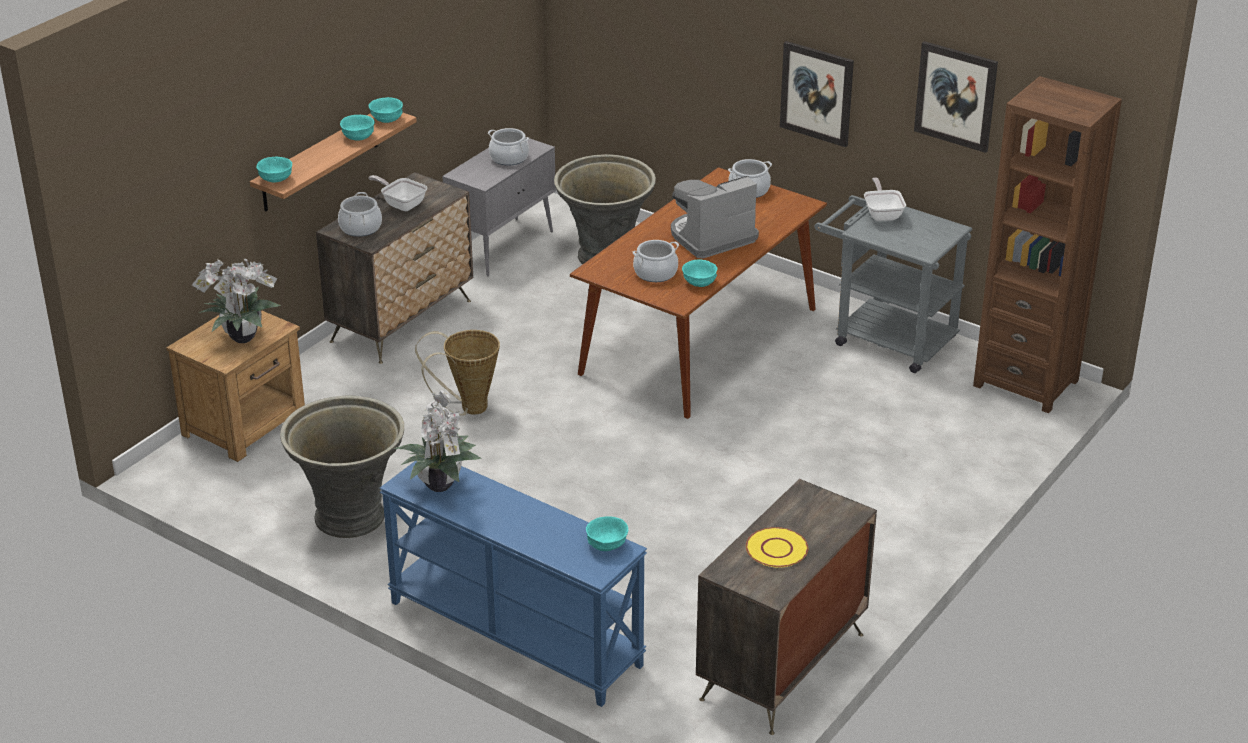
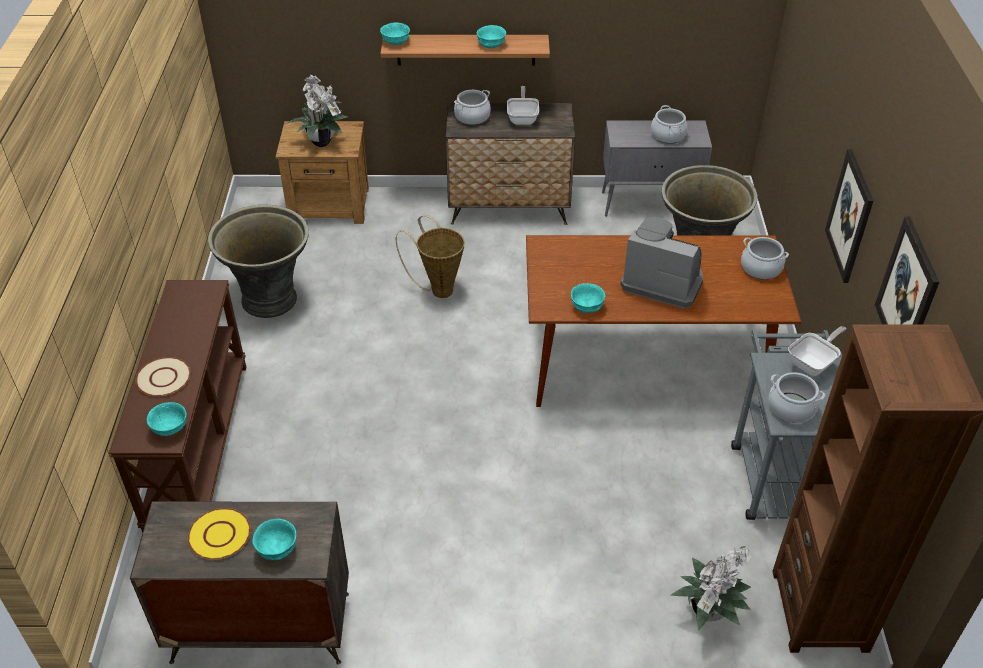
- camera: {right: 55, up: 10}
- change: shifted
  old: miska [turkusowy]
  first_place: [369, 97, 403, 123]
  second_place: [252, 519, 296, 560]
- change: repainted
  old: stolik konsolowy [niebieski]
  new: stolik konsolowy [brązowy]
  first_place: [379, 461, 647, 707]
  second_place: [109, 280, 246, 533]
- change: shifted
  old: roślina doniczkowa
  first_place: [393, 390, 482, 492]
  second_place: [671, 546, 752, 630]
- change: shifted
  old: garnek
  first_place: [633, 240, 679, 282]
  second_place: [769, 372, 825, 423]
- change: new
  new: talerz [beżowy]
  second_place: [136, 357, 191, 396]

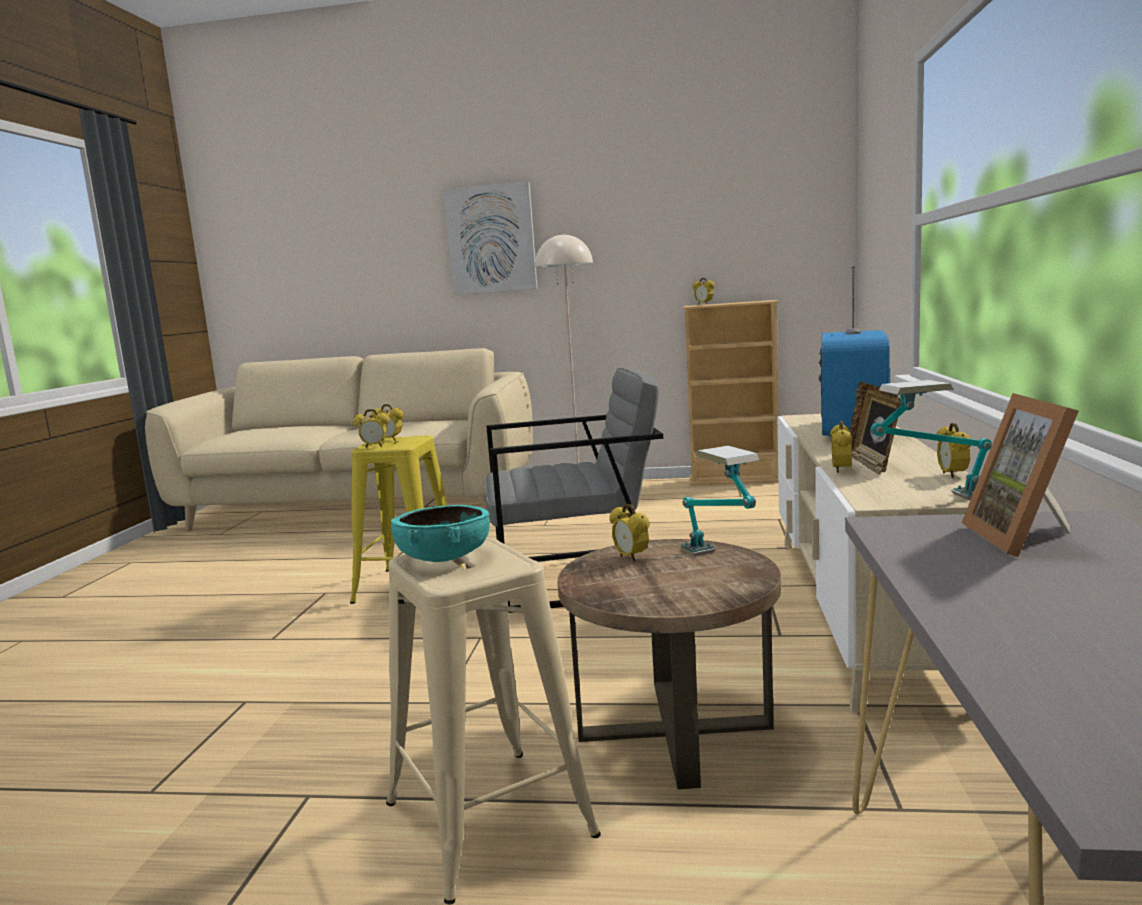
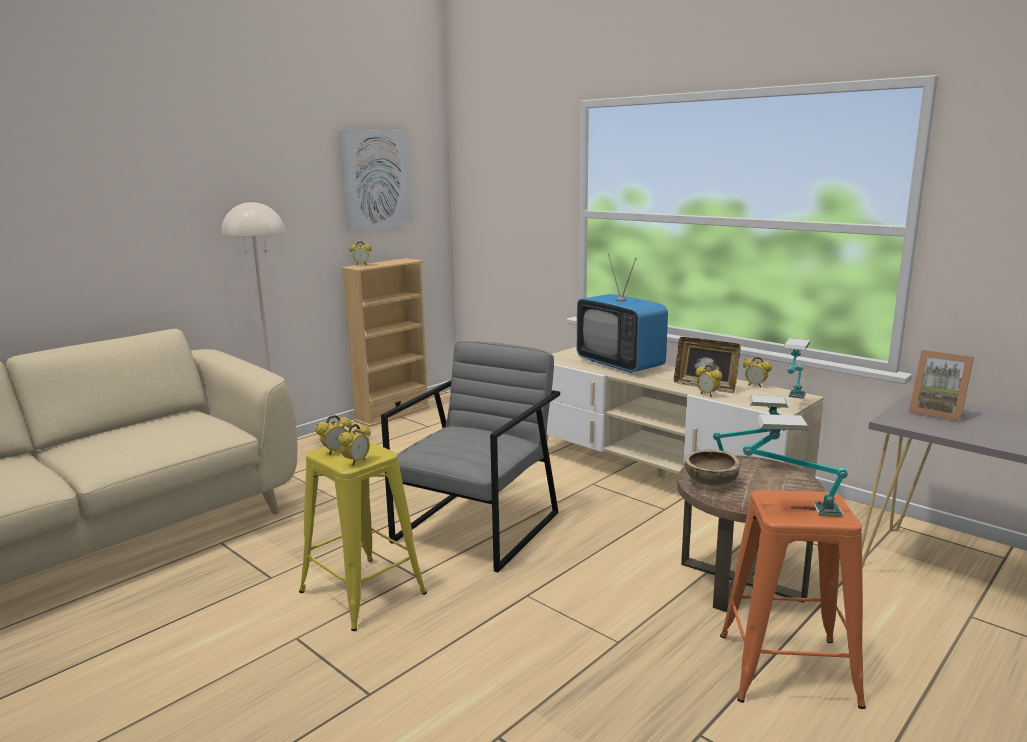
- camera: {right: -55, up: 5}
- change: repainted
  old: stołek [beżowy]
  new: stołek [pomarańczowy]
  first_place: [386, 537, 601, 905]
  second_place: [720, 490, 866, 709]
- change: swapped
  old: miska [turkusowy]
  new: lampa stołowa
  first_place: [391, 505, 490, 562]
  second_place: [743, 414, 848, 517]
- change: shifted
  old: obraz
  first_place: [443, 182, 538, 295]
  second_place: [339, 130, 413, 231]
- change: swapped
  old: budzik
  new: miska [brązowy]
  first_place: [609, 504, 650, 562]
  second_place: [683, 450, 739, 486]

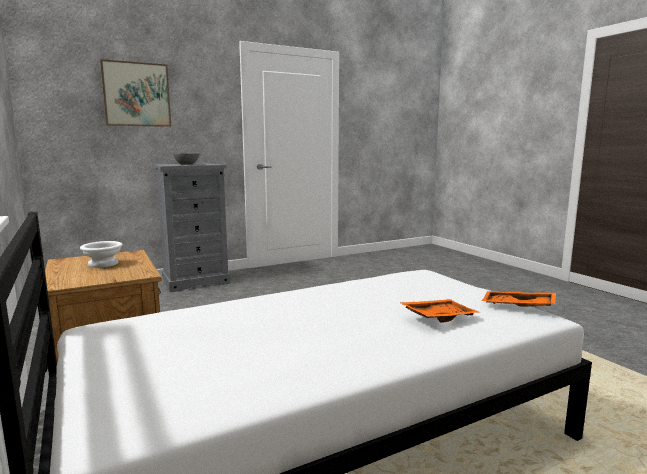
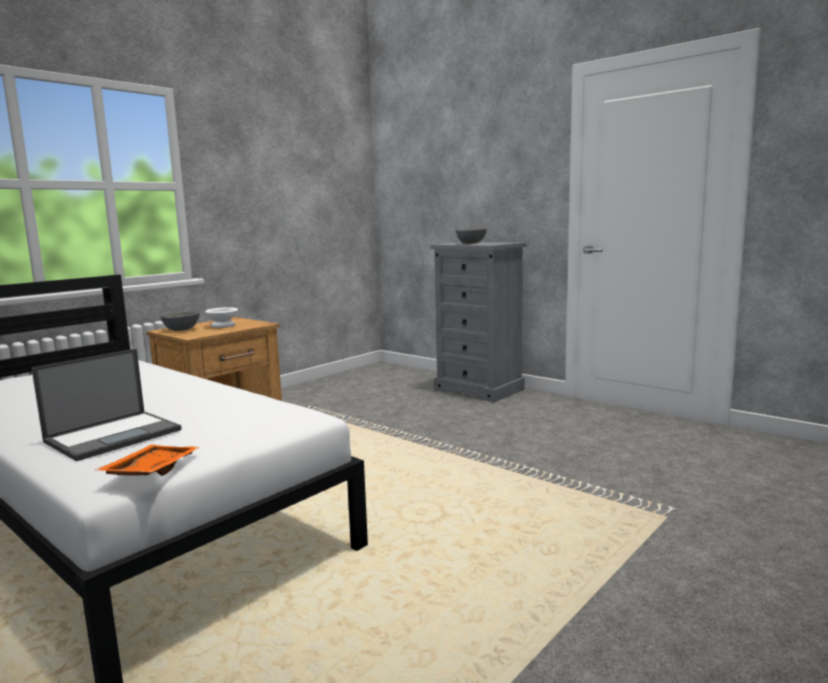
- camera: {right: 70, up: 0}
- change: gone
  old: obraz
  first_place: [100, 59, 171, 127]
- change: swapped
  old: taca [pomarańczowy]
  new: laptop
  first_place: [399, 299, 480, 323]
  second_place: [32, 349, 182, 461]
- change: new
  new: miska [szary]
  second_place: [160, 311, 199, 331]

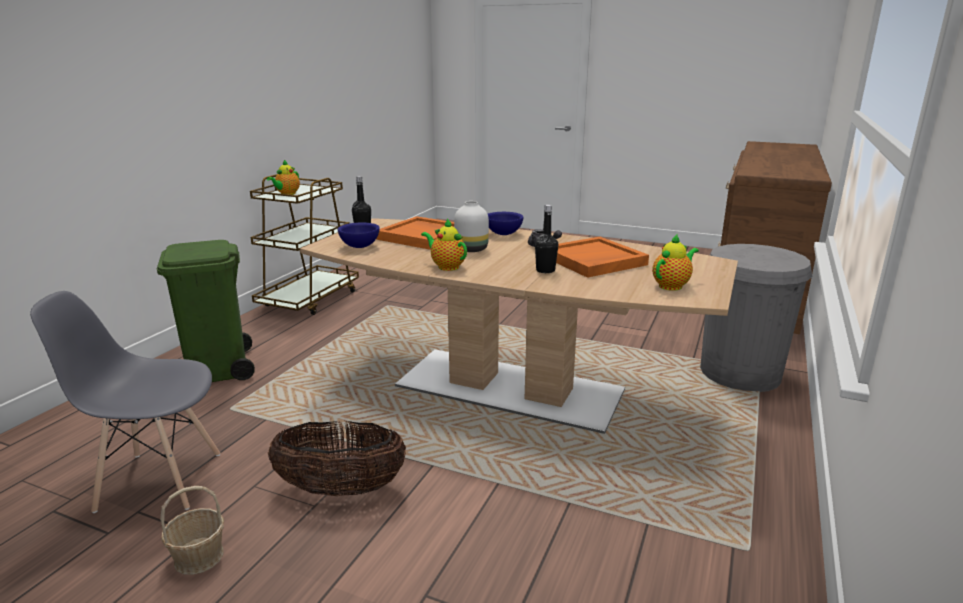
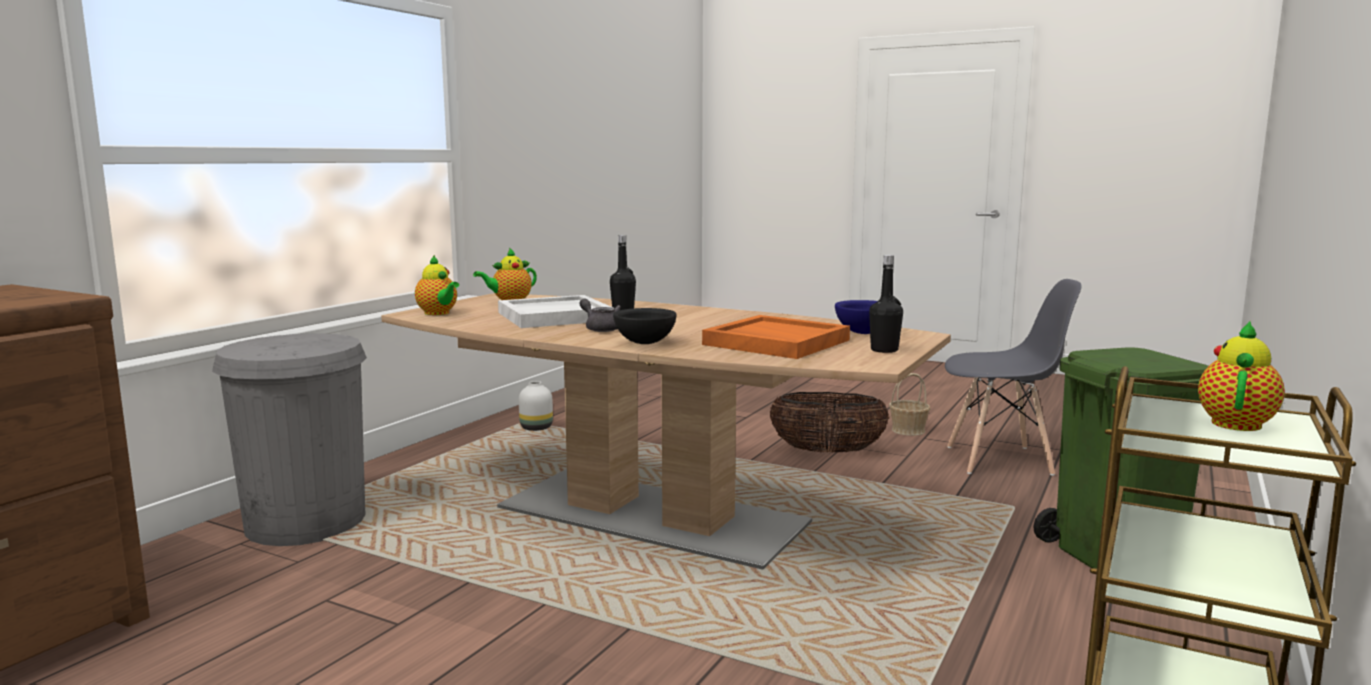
- camera: {right: -175, up: -10}
- change: shifted
  old: imbryk
  first_place: [421, 219, 467, 271]
  second_place: [415, 255, 459, 315]
- change: shifted
  old: wazon [biały]
  first_place: [454, 201, 489, 252]
  second_place: [519, 381, 553, 431]
- change: repainted
  old: miska [niebieski]
  new: miska [czarny]
  first_place: [488, 212, 523, 235]
  second_place: [613, 308, 676, 344]
- change: repainted
  old: taca [pomarańczowy]
  new: taca [biały]
  first_place: [556, 237, 649, 278]
  second_place: [498, 295, 613, 328]

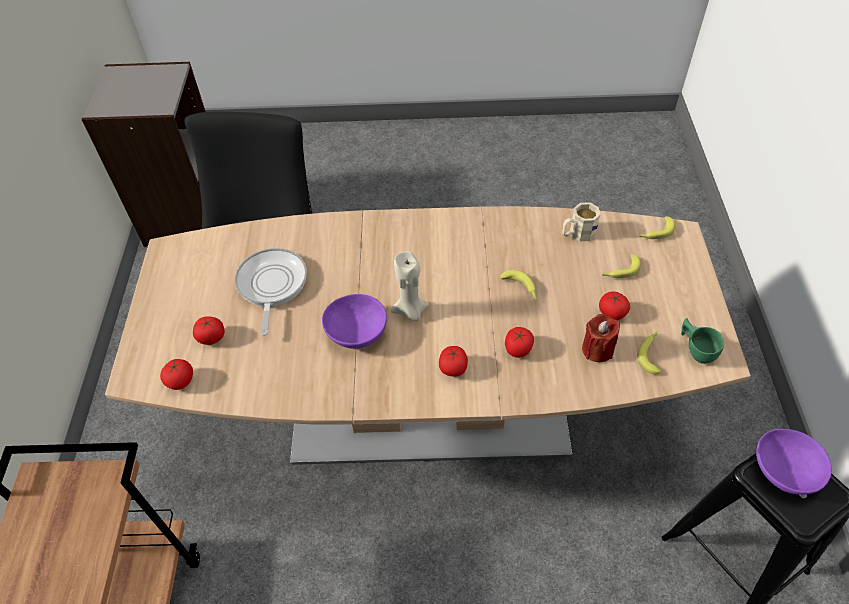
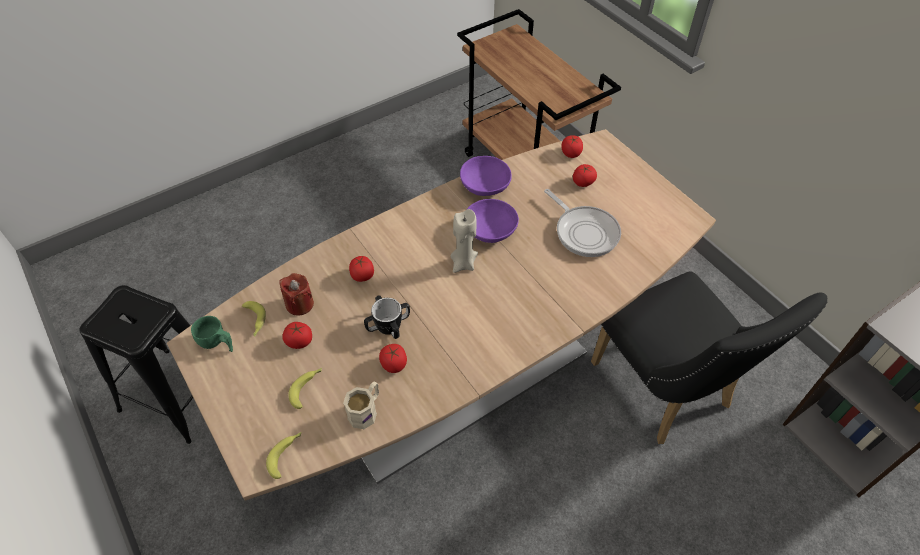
- camera: {right: 145, up: 0}
- change: shifted
  old: pomidor
  first_place: [439, 346, 468, 377]
  second_place: [379, 344, 407, 373]
- change: swapped
  old: banan
  new: kubek
  first_place: [500, 270, 537, 300]
  second_place: [364, 295, 410, 339]
- change: shifted
  old: miska [fioletowy]
  first_place: [756, 429, 832, 495]
  second_place: [460, 156, 512, 196]

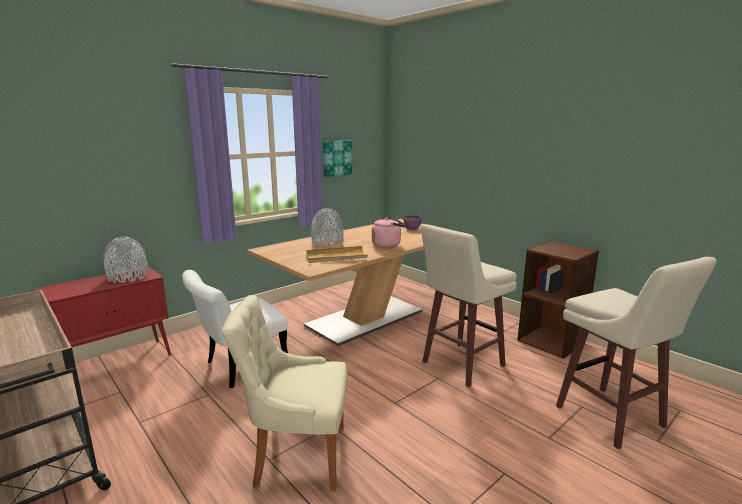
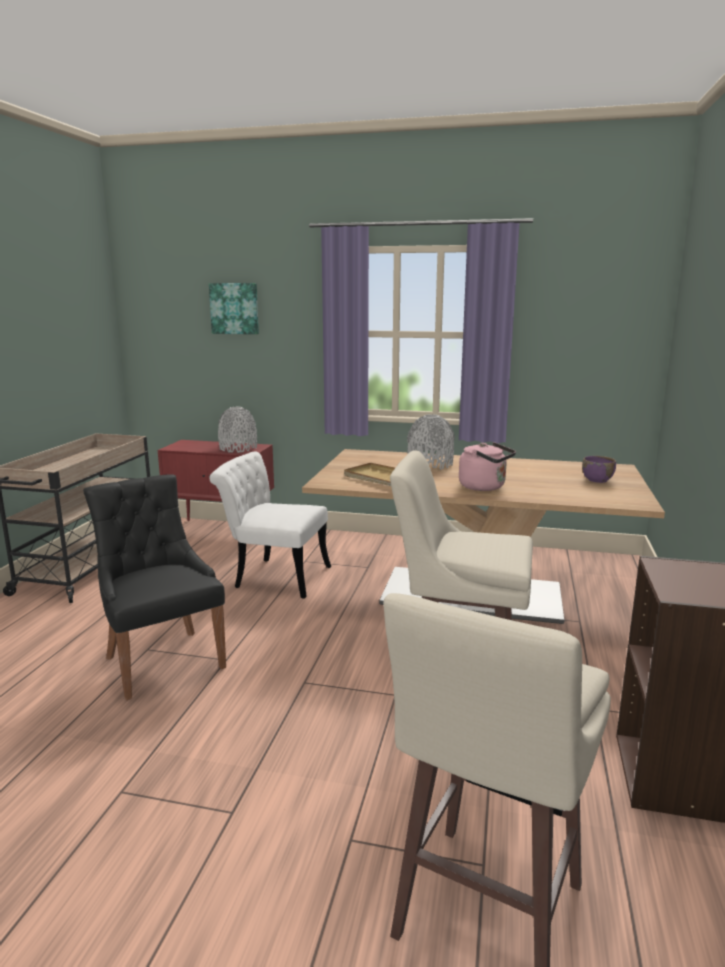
- camera: {right: 55, up: 0}
- change: repainted
  old: krzesło [beżowy]
  new: krzesło [czarny]
  first_place: [222, 295, 347, 491]
  second_place: [83, 474, 226, 700]
- change: shifted
  old: obraz
  first_place: [323, 141, 352, 177]
  second_place: [209, 283, 259, 334]

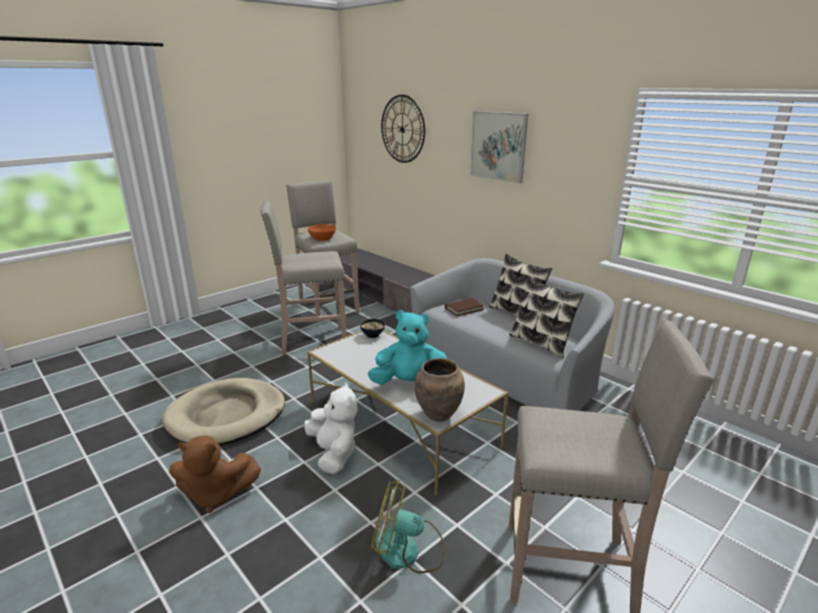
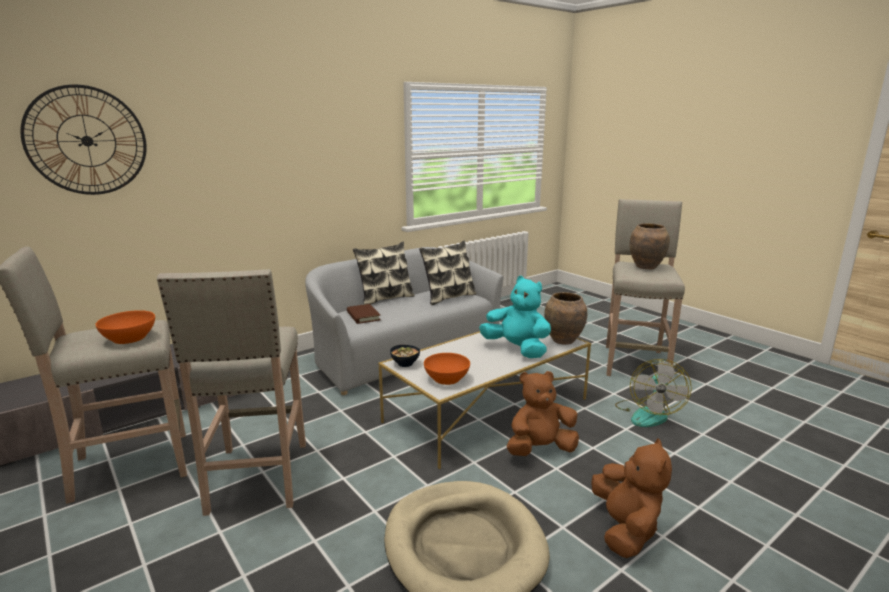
- camera: {right: -85, up: -5}
- change: repainted
  old: pluszak [biały]
  new: pluszak [brązowy]
  first_place: [304, 382, 357, 474]
  second_place: [507, 371, 579, 456]
- change: rotated
  old: pluszak [turkusowy]
  first_place: [368, 310, 447, 385]
  second_place: [479, 276, 551, 358]
  degrees: 120
- change: gone
  old: obraz
  first_place: [470, 111, 528, 184]
- change: new
  new: miska [pomarańczowy]
  second_place: [424, 353, 470, 385]
- change: new
  new: wazon [brązowy]
  second_place: [630, 223, 670, 269]

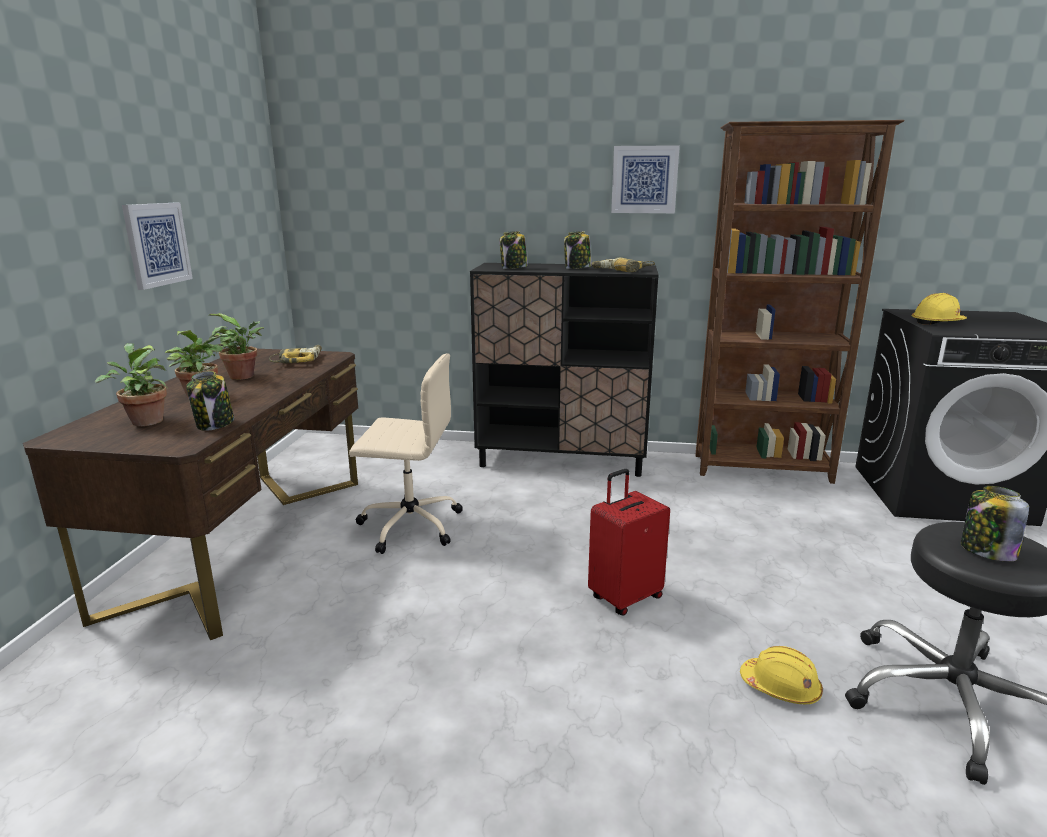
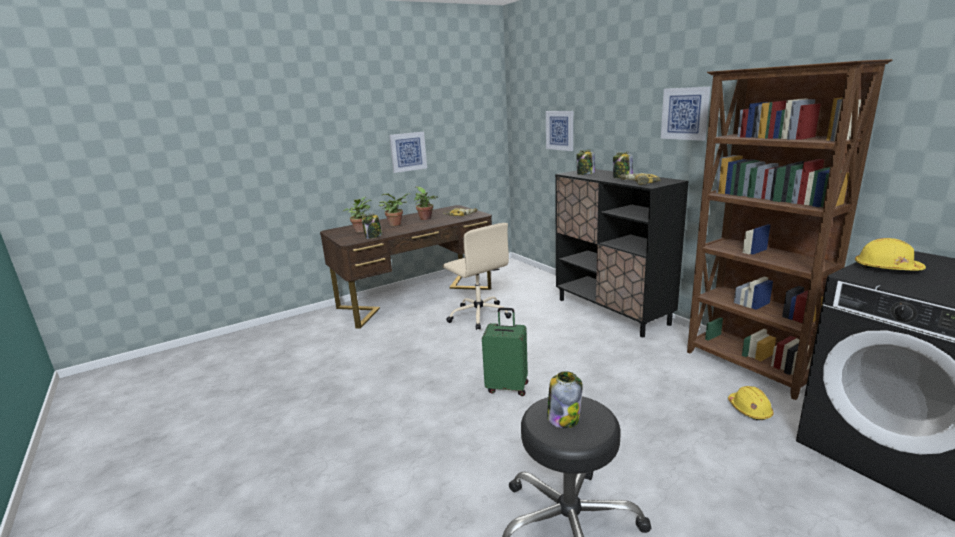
- camera: {right: 50, up: 0}
- change: repainted
  old: walizka [czerwony]
  new: walizka [zielony]
  first_place: [588, 469, 670, 616]
  second_place: [482, 307, 528, 396]
- change: shifted
  old: kask [żółty]
  first_place: [740, 646, 823, 704]
  second_place: [728, 386, 773, 420]
- change: new
  new: obraz
  second_place: [546, 111, 573, 151]

